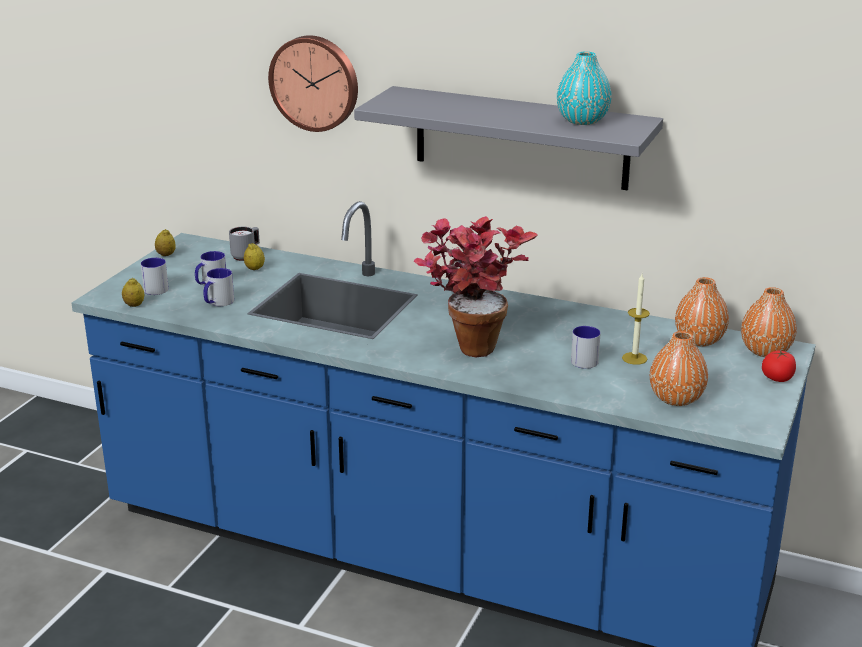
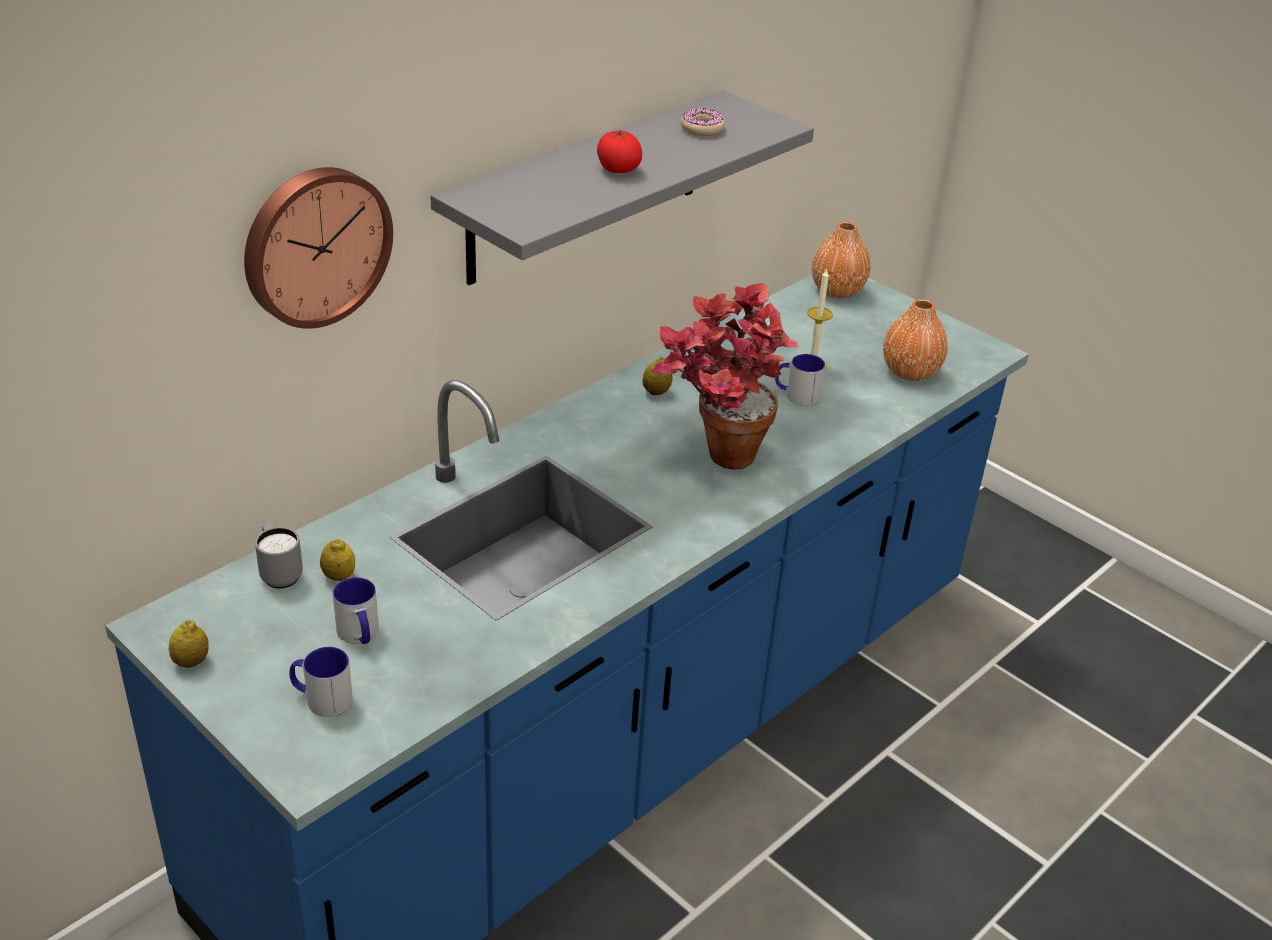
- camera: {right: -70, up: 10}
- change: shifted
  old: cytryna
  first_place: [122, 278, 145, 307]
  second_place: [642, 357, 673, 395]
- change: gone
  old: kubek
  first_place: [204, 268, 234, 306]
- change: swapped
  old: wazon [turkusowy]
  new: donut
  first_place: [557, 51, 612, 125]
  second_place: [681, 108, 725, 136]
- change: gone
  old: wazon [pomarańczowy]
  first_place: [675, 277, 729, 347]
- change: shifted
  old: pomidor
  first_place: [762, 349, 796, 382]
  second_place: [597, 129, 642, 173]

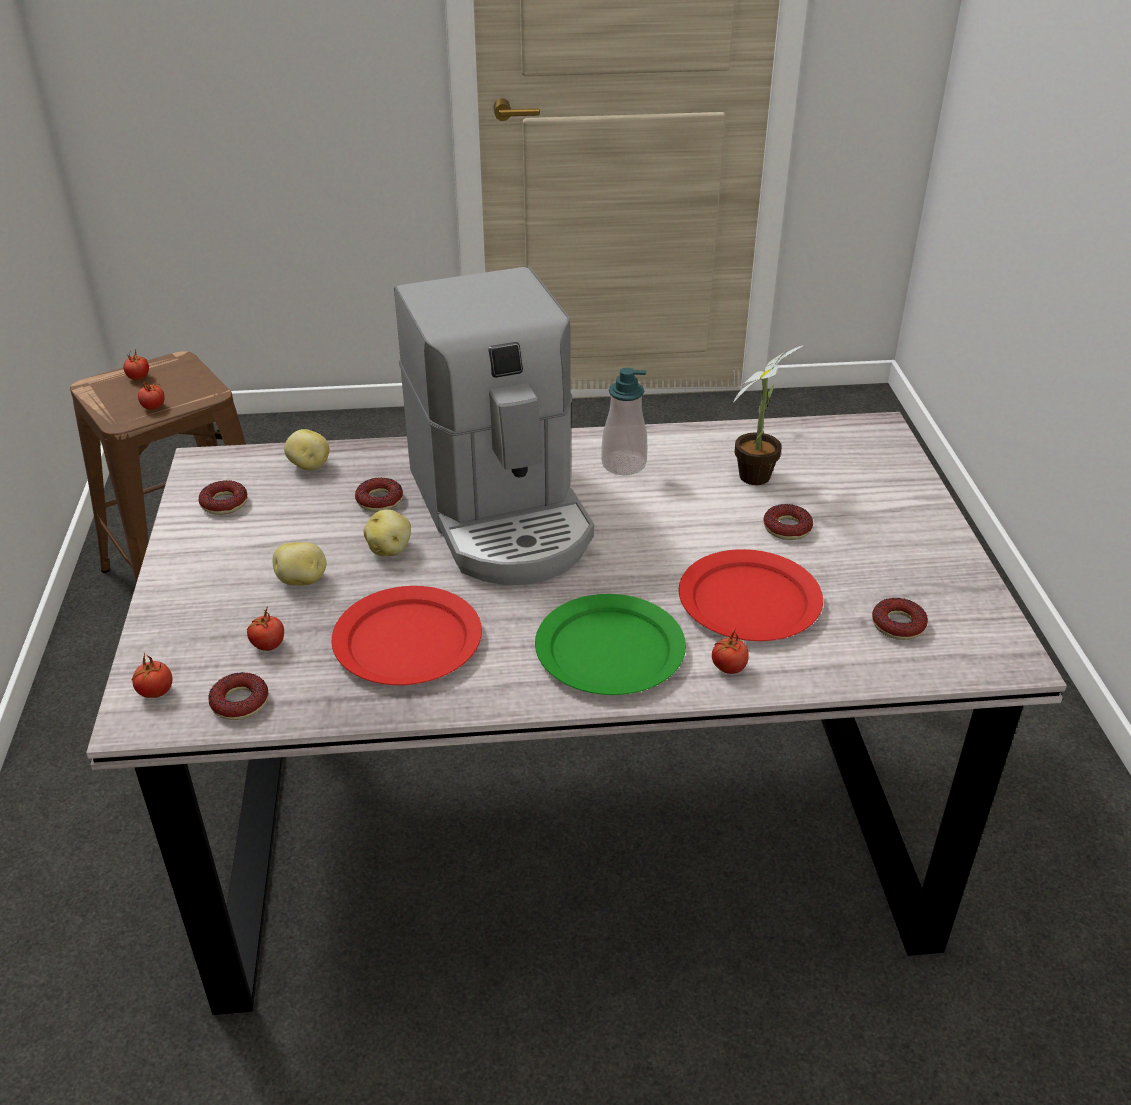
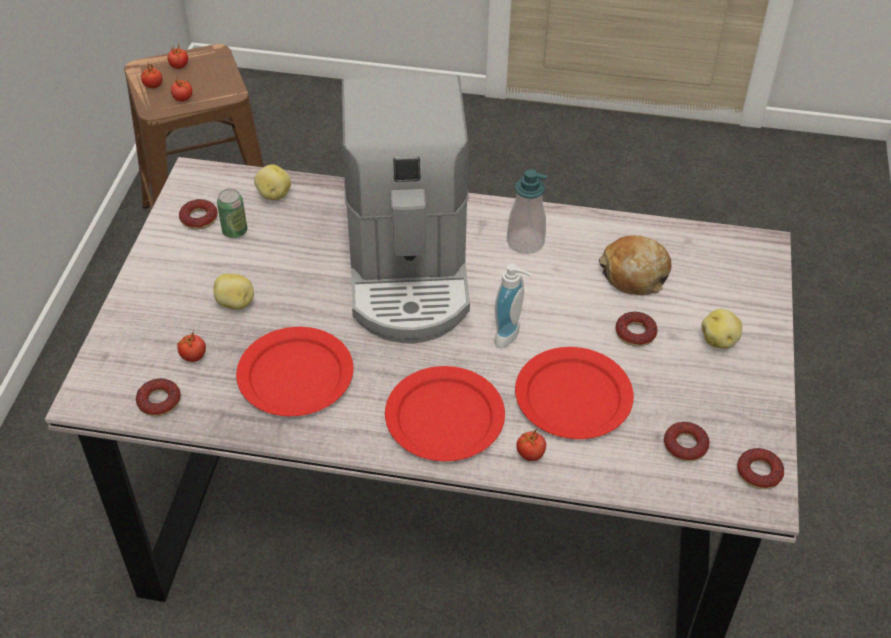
- camera: {right: 15, up: 10}
- change: shifted
  old: pomidor
  first_place: [131, 653, 172, 698]
  second_place: [141, 63, 162, 88]
- change: shifted
  old: donut
  first_place: [355, 477, 403, 512]
  second_place: [737, 448, 784, 489]
- change: shifted
  old: ziemniak
  first_place: [363, 509, 411, 556]
  second_place: [701, 309, 742, 349]
- change: repainted
  old: talerz [zielony]
  new: talerz [czerwony]
  first_place: [535, 594, 686, 695]
  second_place: [385, 366, 505, 461]
- change: swapped
  old: roślina doniczkowa
  new: chleb
  first_place: [733, 345, 804, 485]
  second_place: [599, 235, 671, 295]
- change: new
  new: puszka
  second_place: [217, 189, 247, 238]
- change: new
  new: dozownik mydła
  second_place: [494, 263, 531, 348]

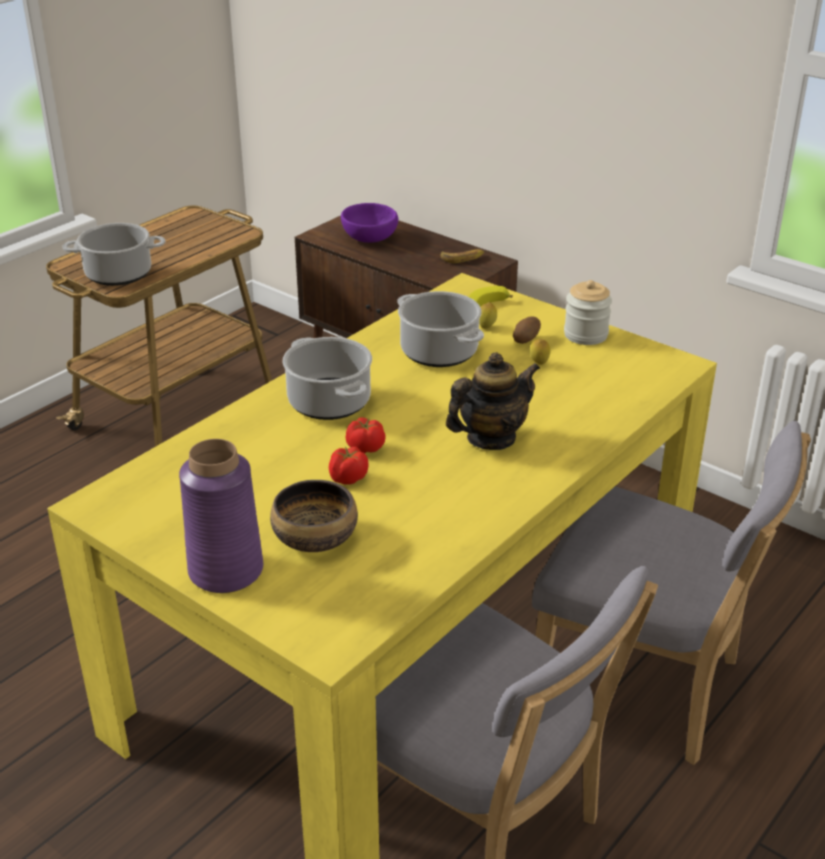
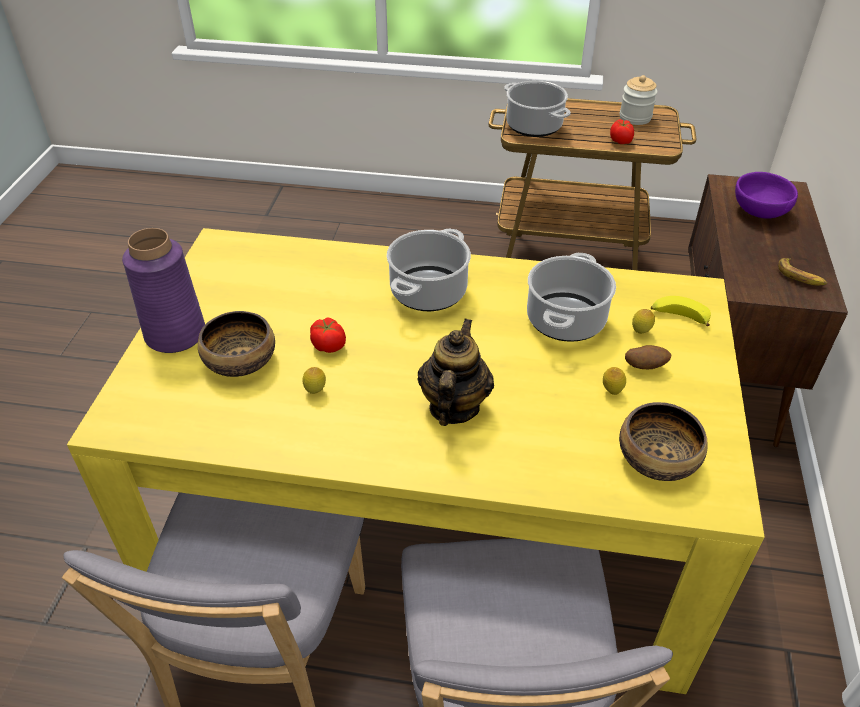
- camera: {right: 60, up: 10}
- change: shifted
  old: pomidor
  first_place: [346, 417, 386, 453]
  second_place: [610, 119, 634, 144]
- change: rotated
  old: imbryk
  first_place: [446, 352, 540, 450]
  second_place: [417, 319, 494, 426]
  degrees: -105
- change: shifted
  old: słoik
  first_place: [564, 280, 612, 345]
  second_place: [620, 75, 657, 125]
- change: new
  new: cytryna
  second_place: [302, 367, 326, 394]
- change: new
  new: miska
  second_place: [619, 402, 708, 481]

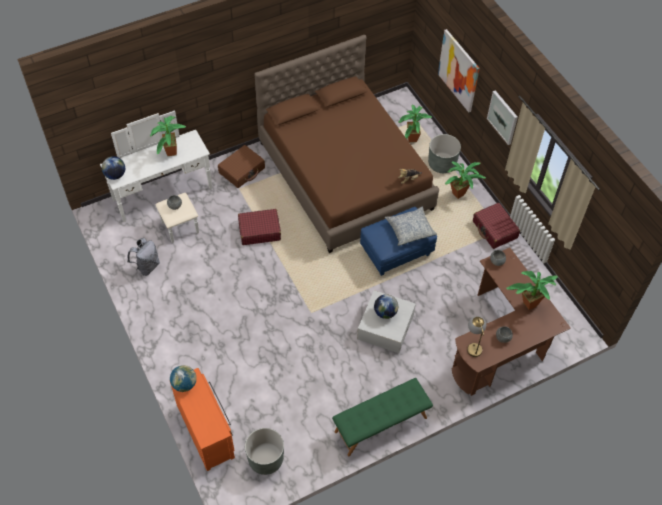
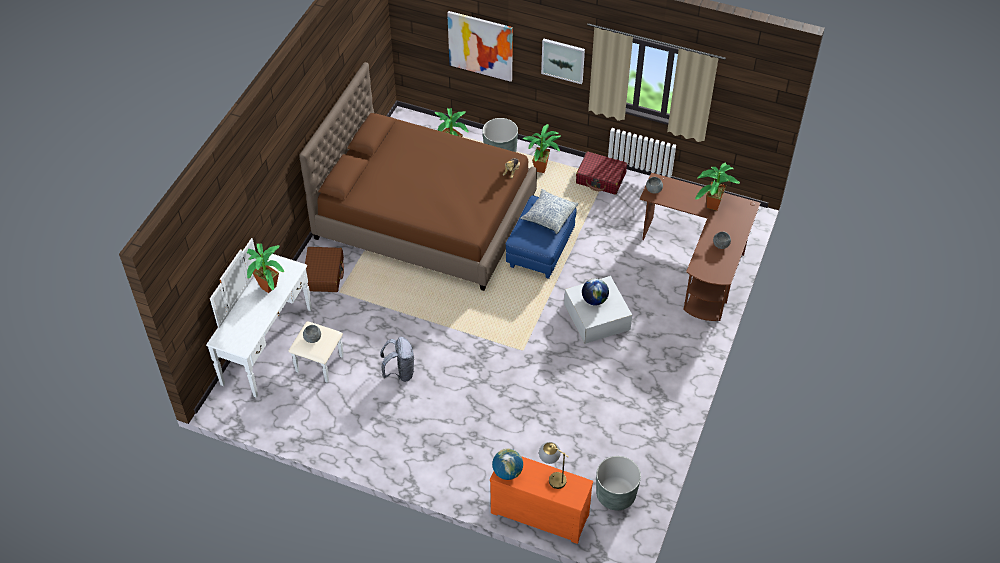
- camera: {right: -40, up: -5}
- change: gone
  old: globus
  first_place: [102, 156, 125, 180]
- change: shifted
  old: plecak [szary]
  first_place: [127, 238, 160, 276]
  second_place: [380, 337, 414, 382]
- change: gone
  old: walizka [czerwony]
  first_place: [238, 209, 281, 245]
- change: gone
  old: ławka [zielony]
  first_place: [332, 378, 433, 456]
- change: shifted
  old: lampa stołowa
  first_place: [467, 316, 486, 357]
  second_place: [539, 442, 569, 489]

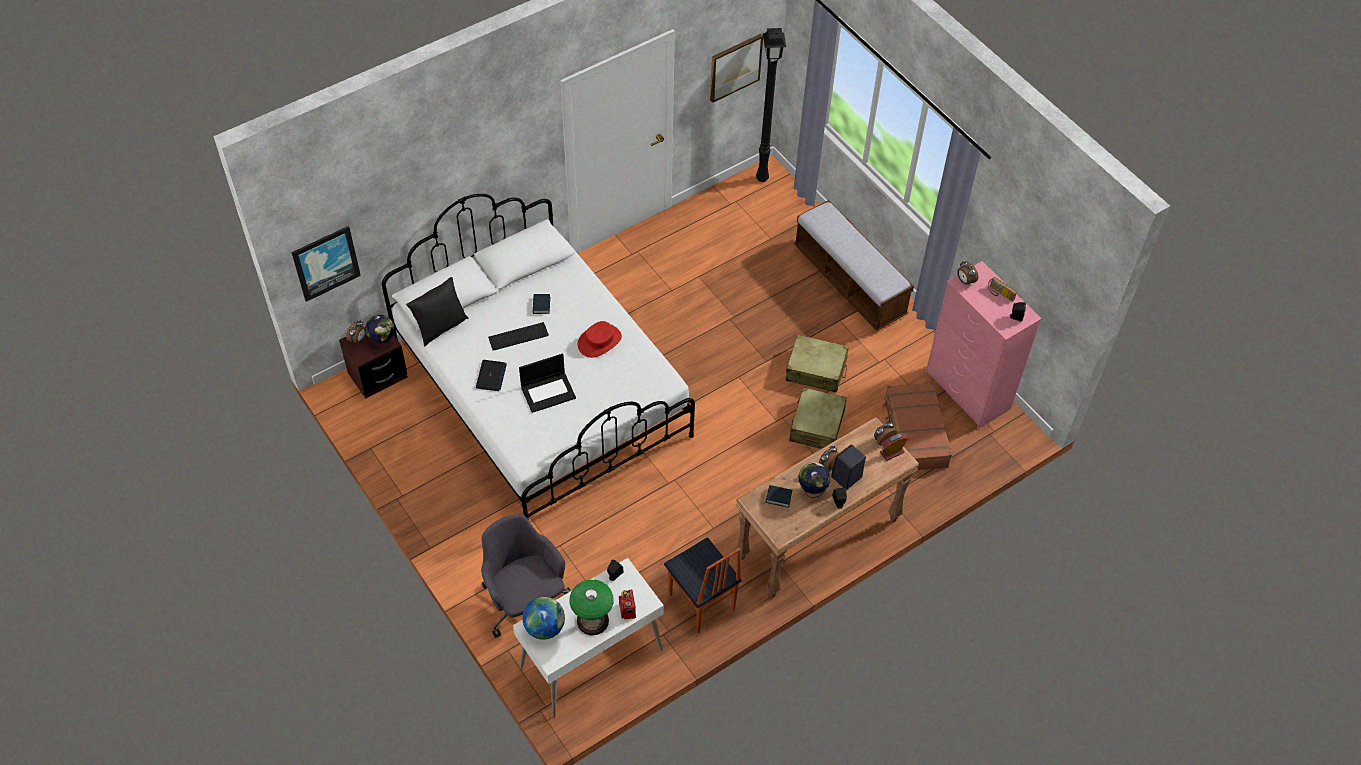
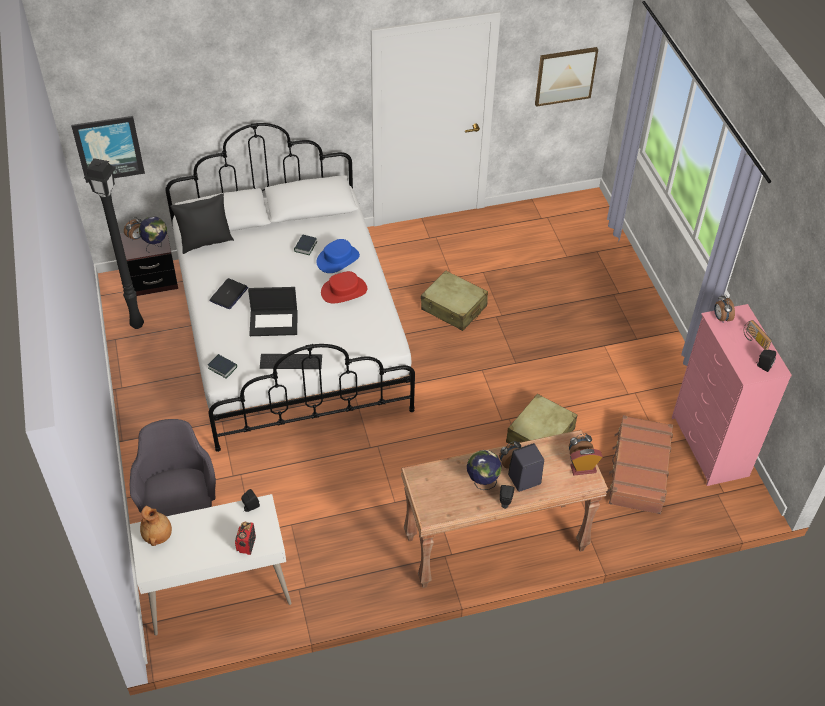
- camera: {right: 20, up: -5}
- change: shifted
  old: klawiatura
  first_place: [488, 322, 549, 351]
  second_place: [260, 354, 322, 369]
- change: swapped
  old: globus
  new: wazon [brązowy]
  first_place: [523, 597, 565, 640]
  second_place: [140, 506, 172, 546]
- change: gone
  old: lampa stołowa
  first_place: [569, 580, 614, 635]
- change: gone
  old: krzesło
  first_place: [664, 537, 742, 633]
- change: shifted
  old: lampa stojąca [czarny]
  first_place: [756, 28, 786, 182]
  second_place: [84, 158, 144, 329]
- change: shifted
  old: książka
  first_place: [766, 485, 792, 508]
  second_place: [208, 354, 237, 379]
- change: shifted
  old: walizka [beżowy]
  first_place: [786, 335, 848, 393]
  second_place: [421, 271, 488, 331]
- change: gone
  old: ławka
  first_place: [794, 200, 914, 331]
- change: new
  new: kapelusz [niebieski]
  second_place: [316, 239, 360, 273]

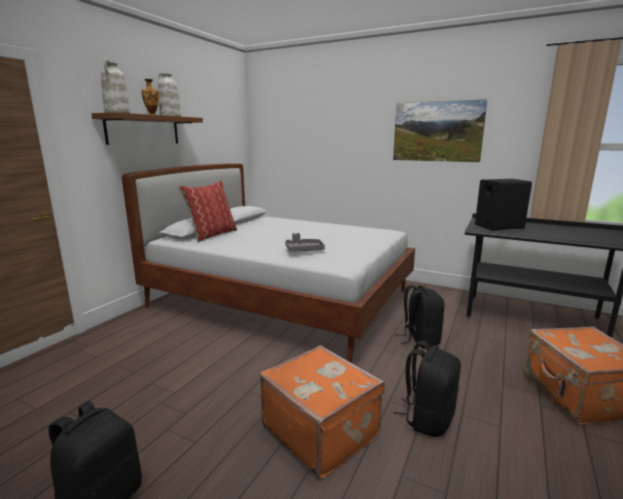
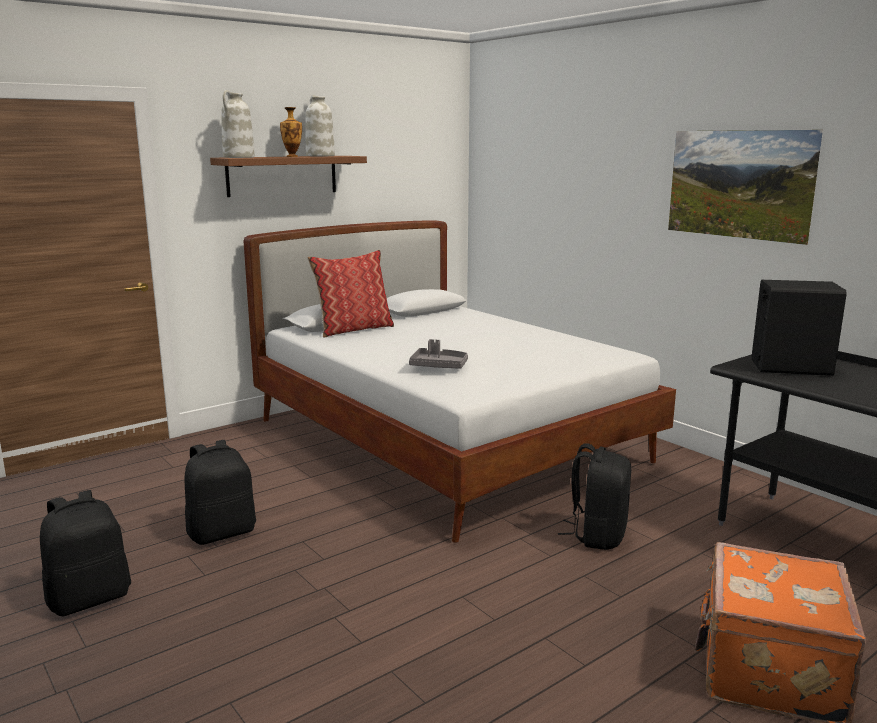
- camera: {right: 25, up: 0}
- change: gone
  old: walizka [pomarańczowy]
  first_place: [260, 345, 385, 479]
- change: shifted
  old: plecak [czarny]
  first_place: [393, 340, 461, 437]
  second_place: [184, 440, 256, 545]

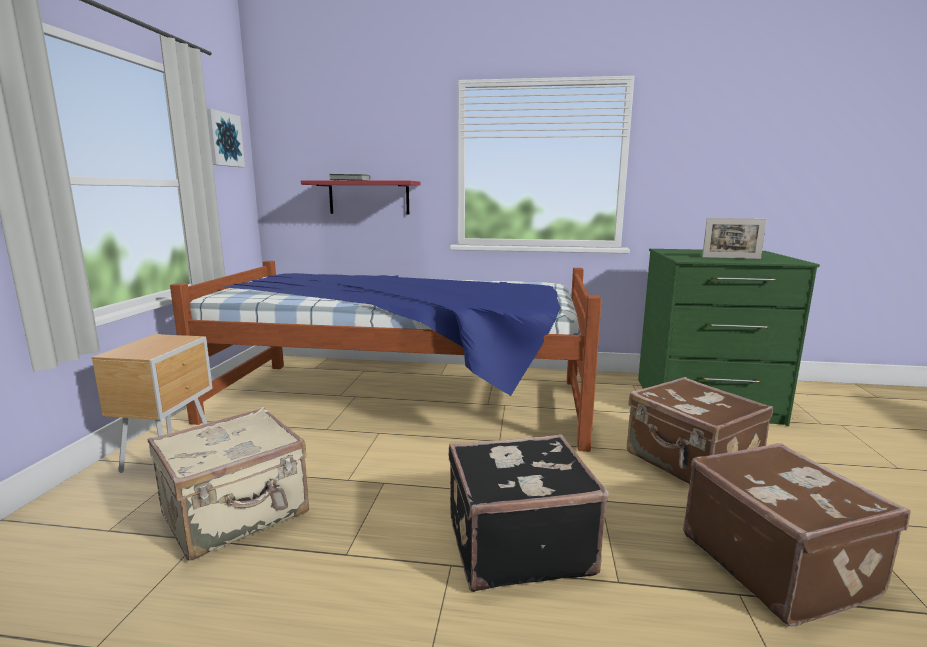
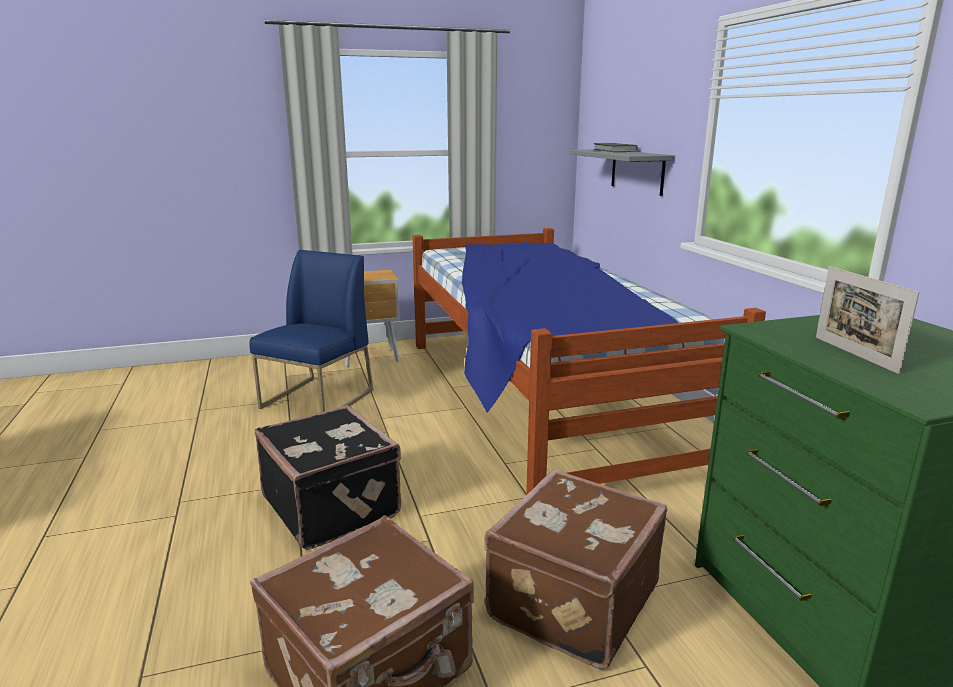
- camera: {right: 65, up: 5}
- change: swapped
  old: walizka [beżowy]
  new: krzesło [niebieski]
  first_place: [148, 407, 309, 560]
  second_place: [249, 250, 373, 412]
- change: gone
  old: obraz
  first_place: [207, 109, 245, 167]
- change: repainted
  old: półka [czerwony]
  new: półka [szary]
  first_place: [301, 180, 421, 214]
  second_place: [569, 149, 675, 196]

